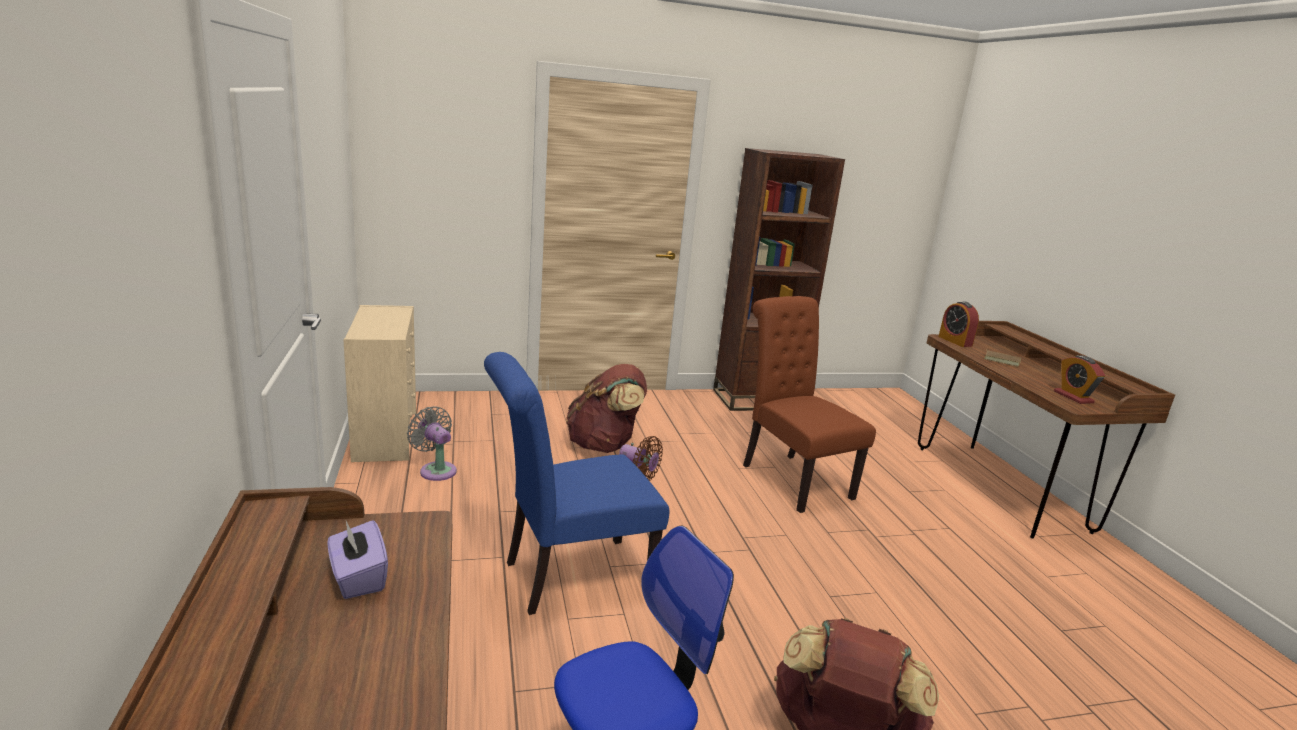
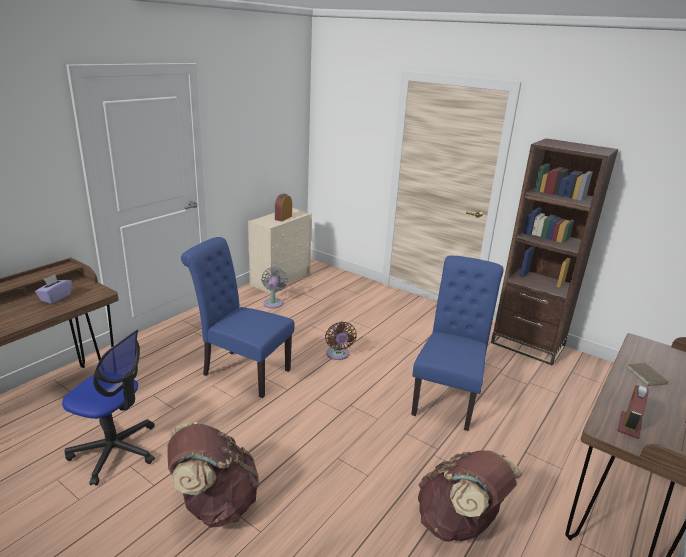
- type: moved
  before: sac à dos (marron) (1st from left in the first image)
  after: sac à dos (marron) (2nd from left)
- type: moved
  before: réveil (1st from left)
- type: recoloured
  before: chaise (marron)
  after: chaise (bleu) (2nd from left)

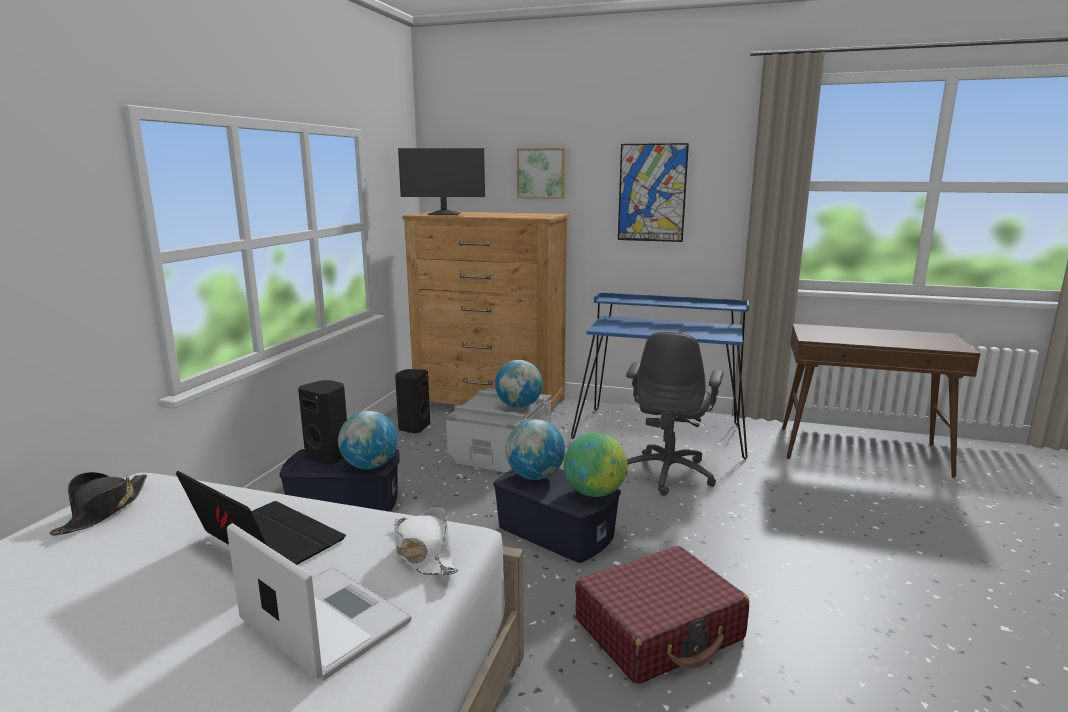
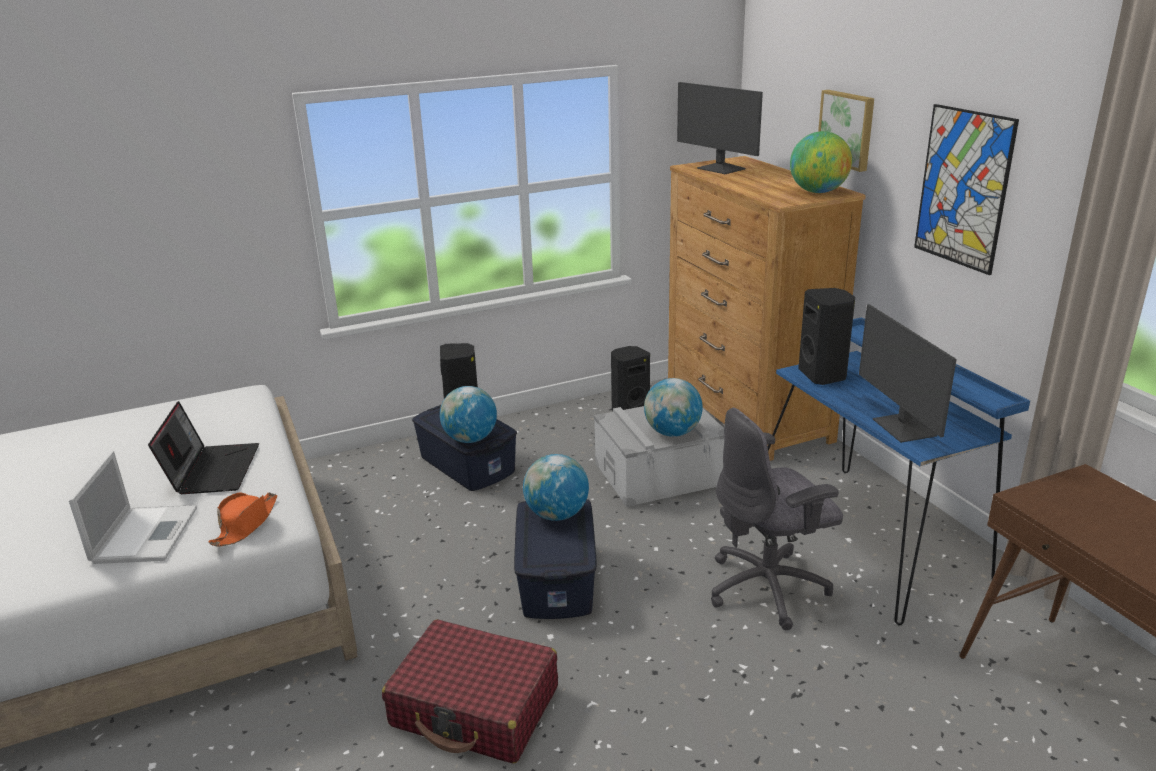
- type: removed
  before: chapeau (noir)
- type: added
  after: enceinte (noir) (3rd from left)
- type: added
  after: écran d'ordinateur (2nd from left)
- type: moved
  before: globe (4th from left)
- type: recoloured
  before: chapeau (blanc)
  after: chapeau (orange)

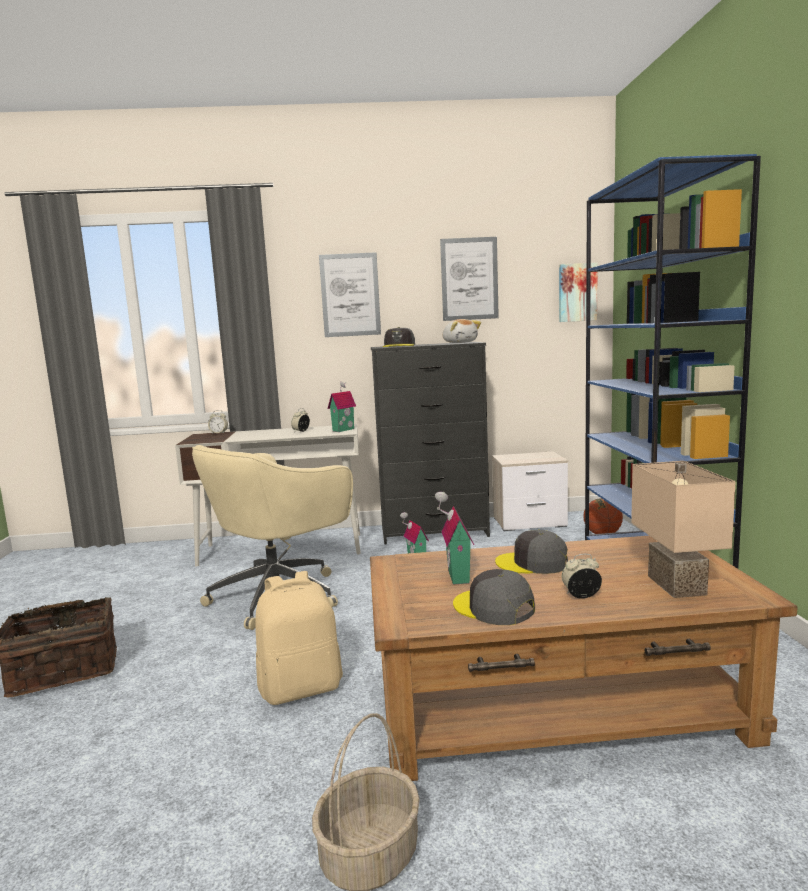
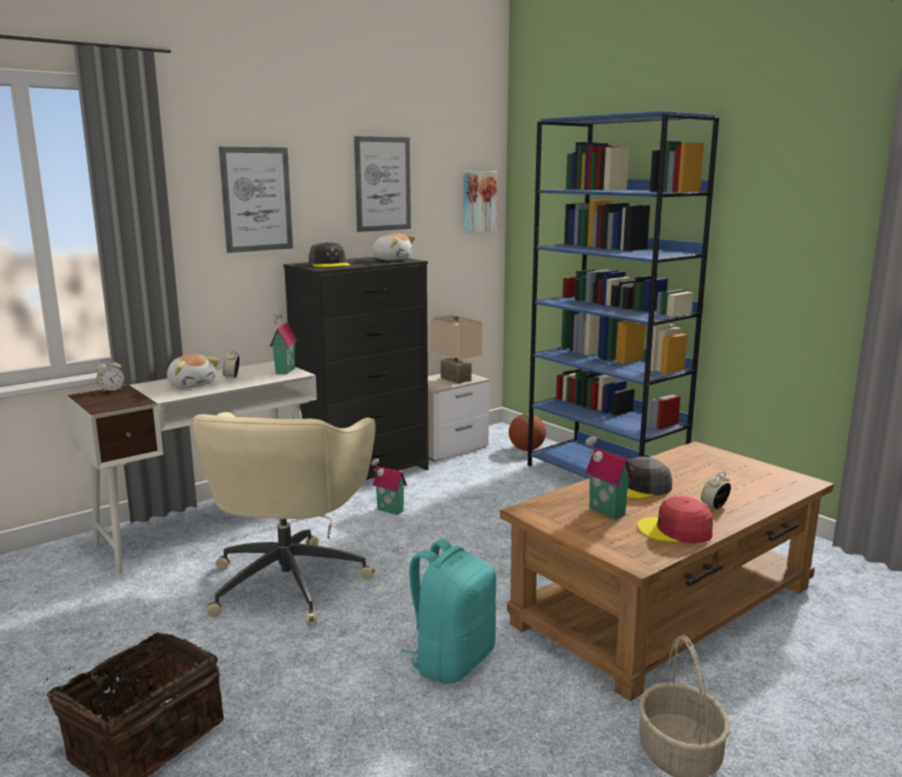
- type: added
  after: peluche (1st from left)
- type: moved
  before: lampe de table (beige)
- type: recoloured
  before: sac à dos (beige)
  after: sac à dos (turquoise)
- type: recoloured
  before: casquette (gris) (2nd from left)
  after: casquette (rouge)

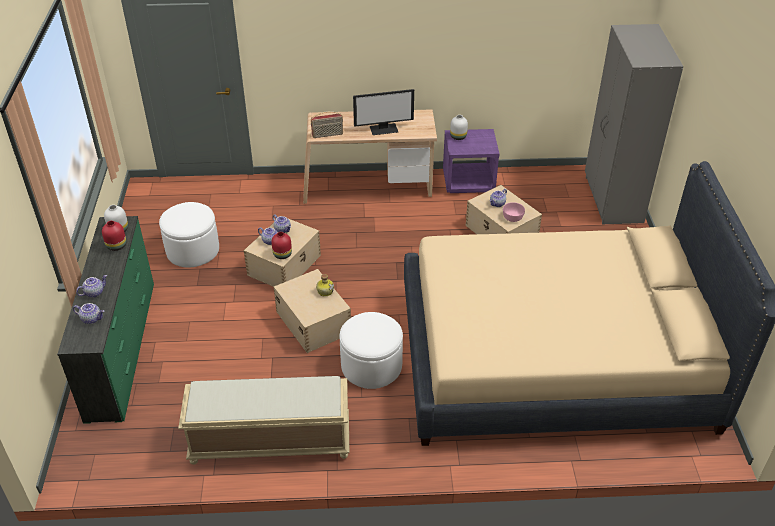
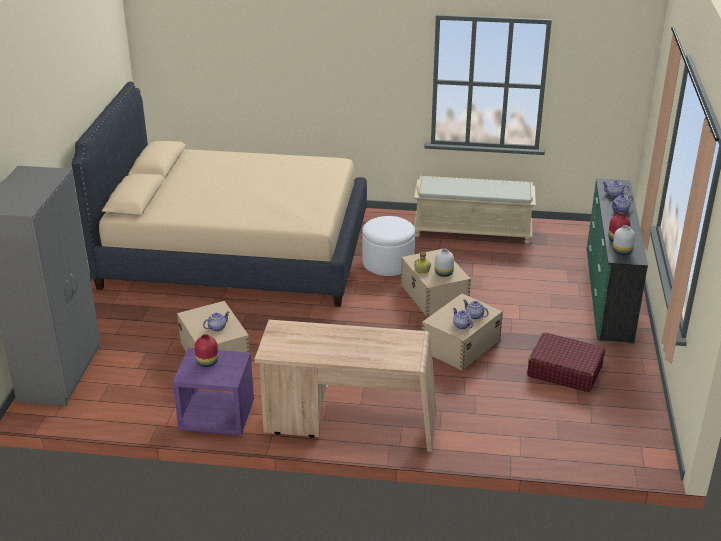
- type: removed
  before: radio
- type: removed
  before: écran d'ordinateur
- type: removed
  before: bol (rose)
- type: moved
  before: vase (rouge) (2nd from left in the first image)
  after: vase (rouge) (1st from left)
- type: moved
  before: vase (blanc) (2nd from left in the first image)
  after: vase (blanc) (1st from left)
- type: replaced
  before: pouf (blanc) (1st from left)
  after: valise (rouge)

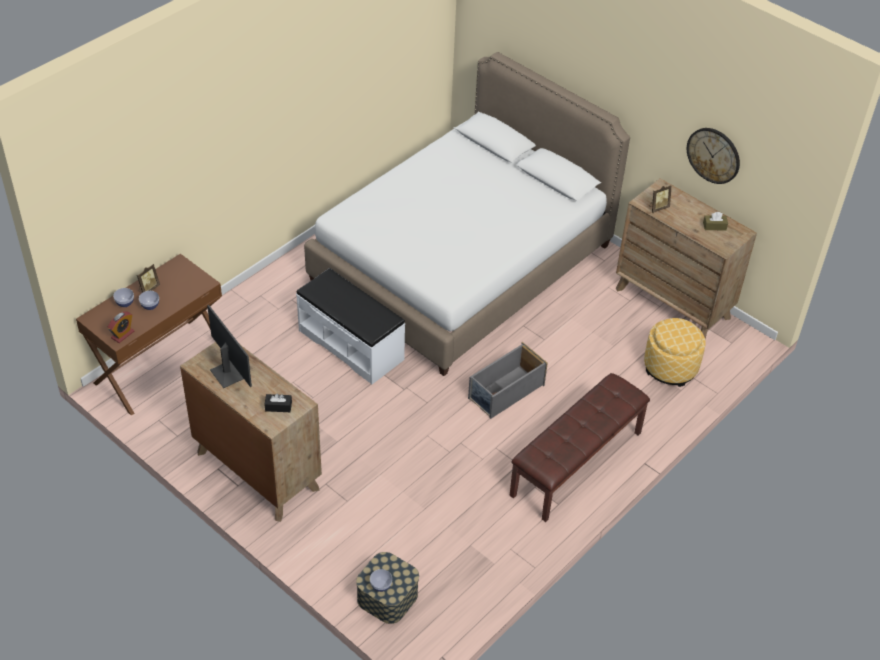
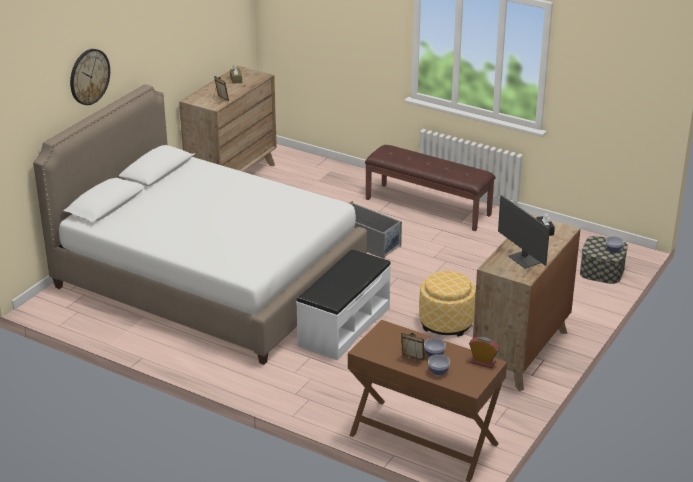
- type: moved
  before: pouf
- type: moved
  before: horloge murale
- type: turned
  before: écran d'ordinateur
  turn: -75

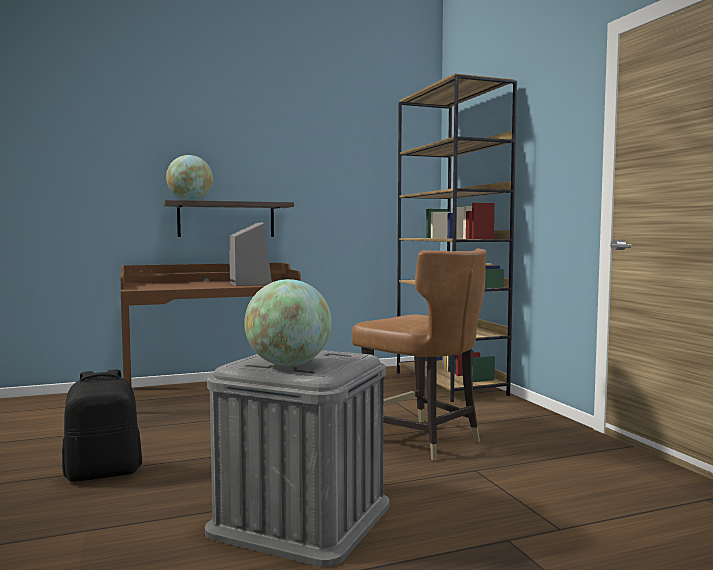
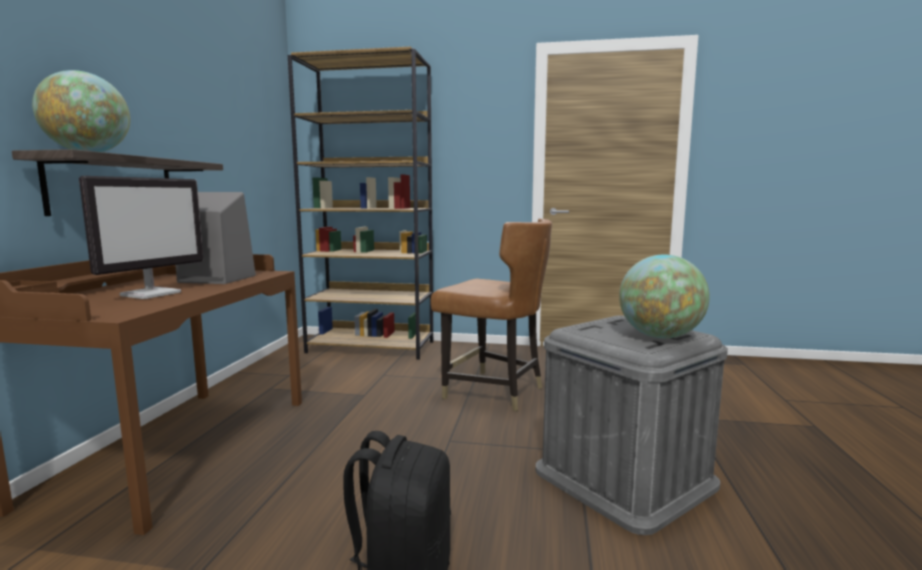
- type: added
  after: écran d'ordinateur
- type: turned
  before: chaise (marron)
  turn: 45

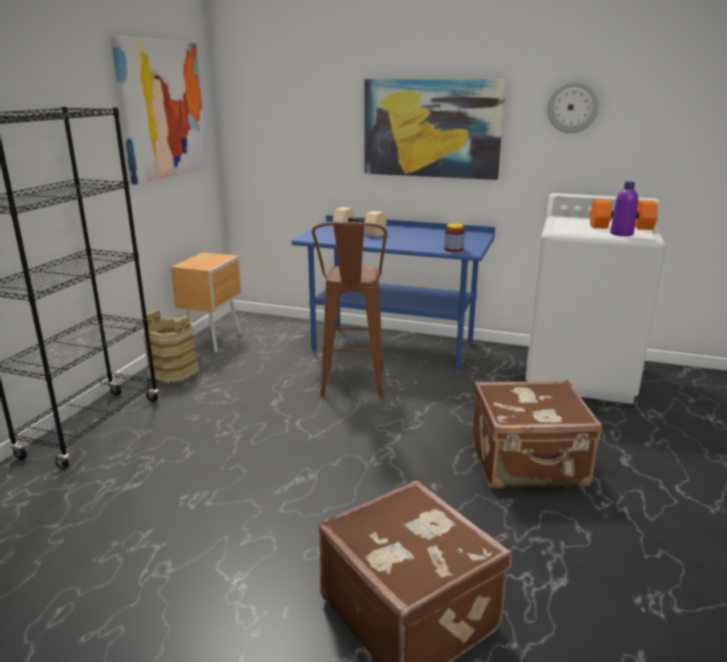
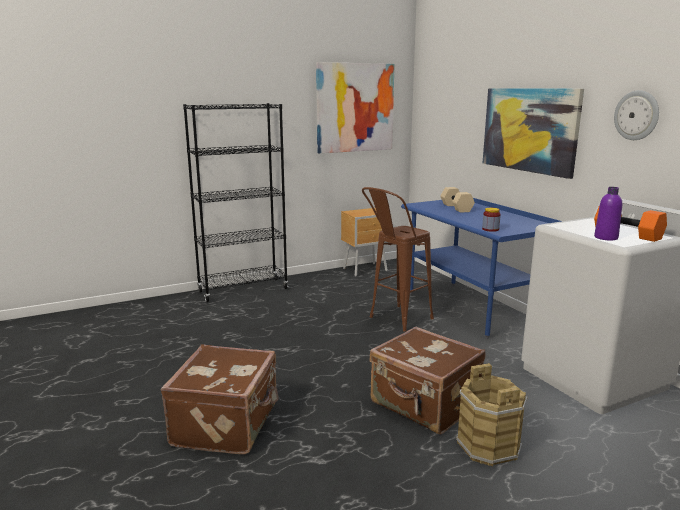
- type: moved
  before: seau (marron)

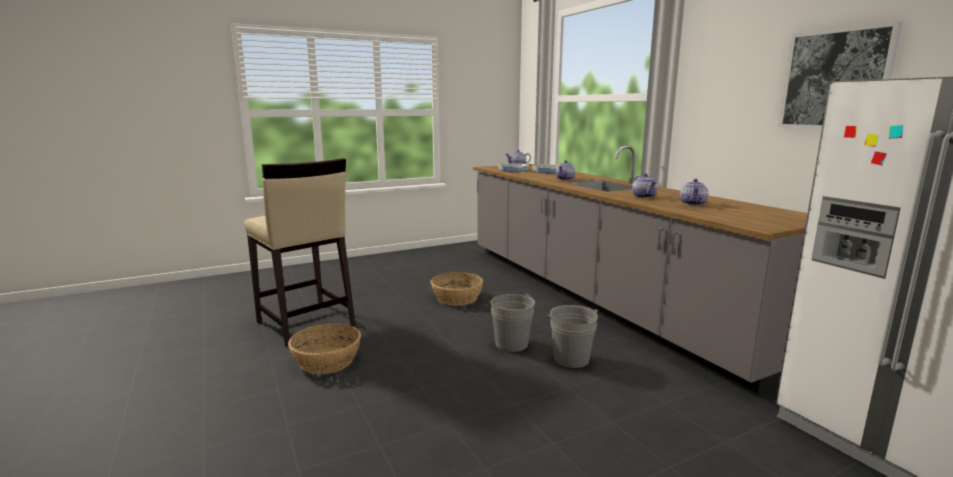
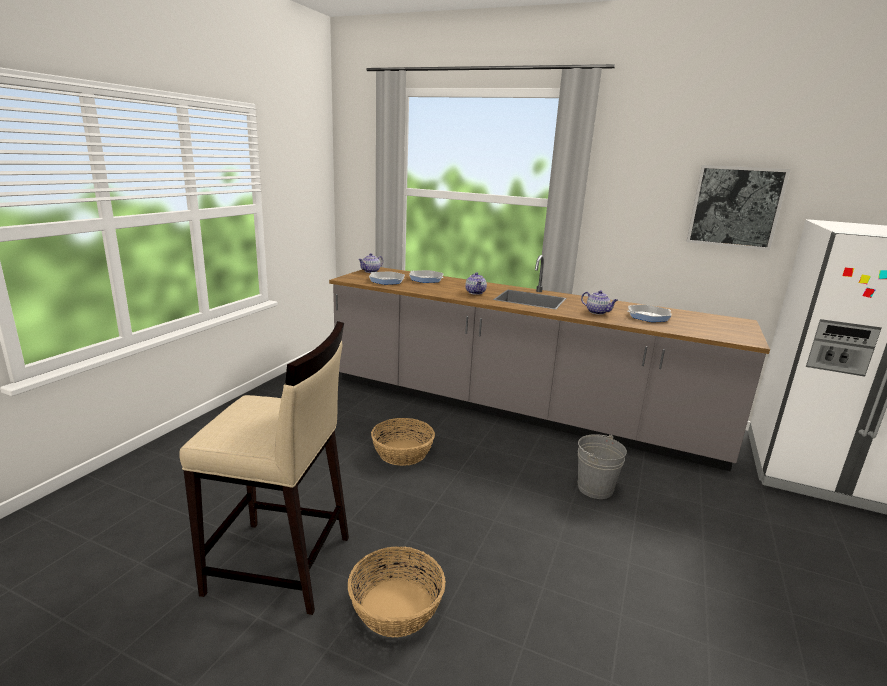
- type: removed
  before: seau (gris) (1st from left)
- type: replaced
  before: théière (4th from left)
  after: poêle (3rd from left)

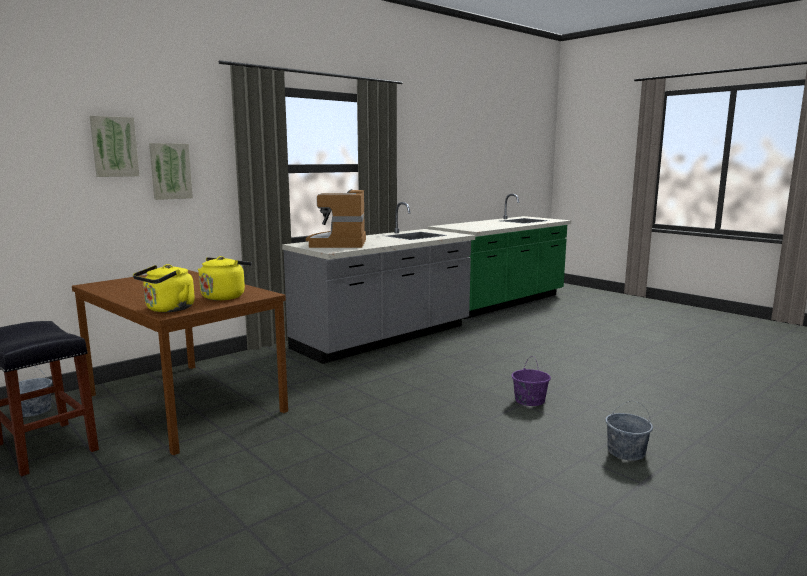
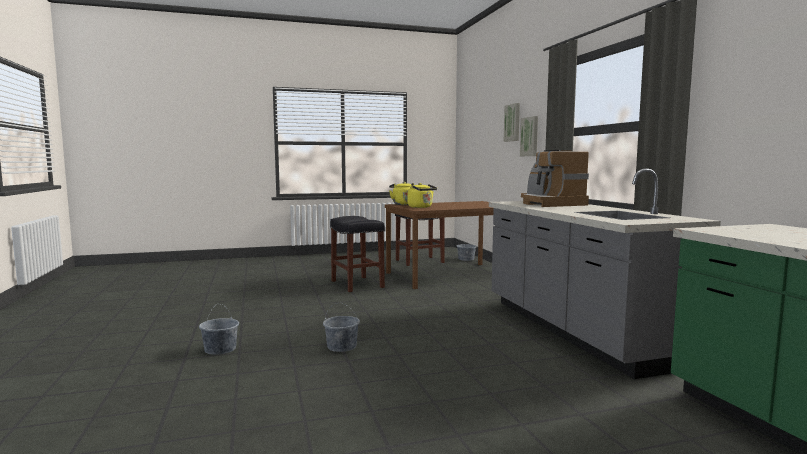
- type: added
  after: tabouret (noir) (1st from left)
- type: recoloured
  before: seau (violet)
  after: seau (gris) (2nd from left)
- type: turned
  before: machine à café
  turn: -135

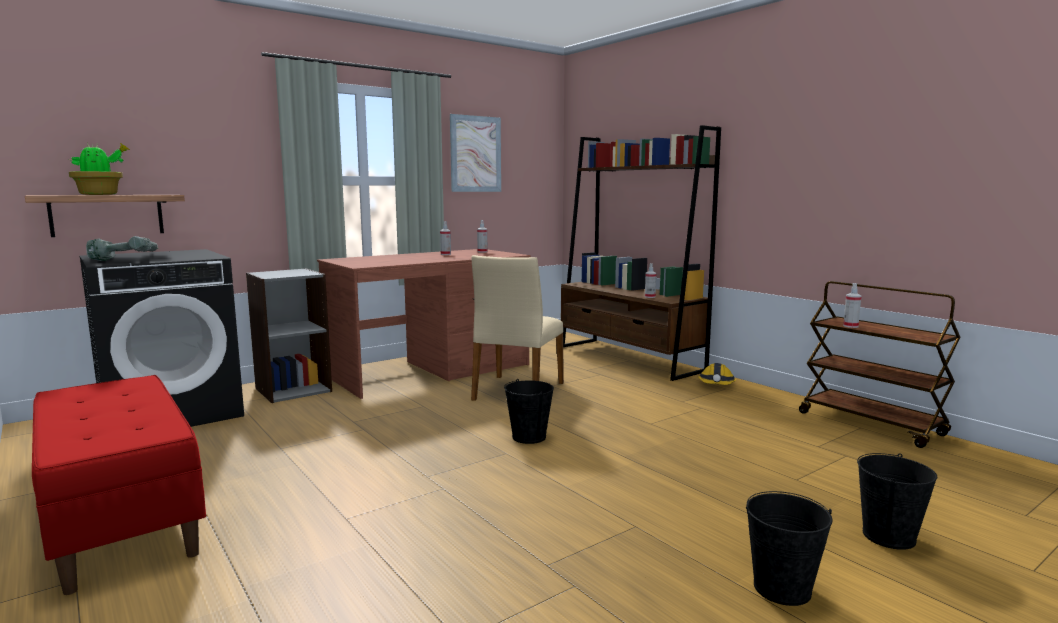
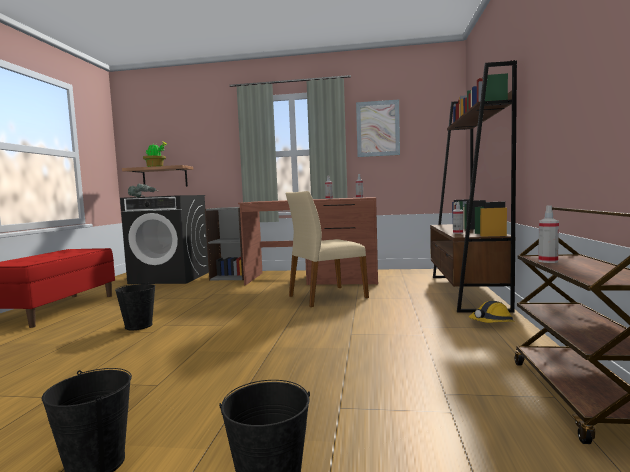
- type: moved
  before: seau (noir) (1st from left in the first image)
  after: seau (noir) (2nd from left)

